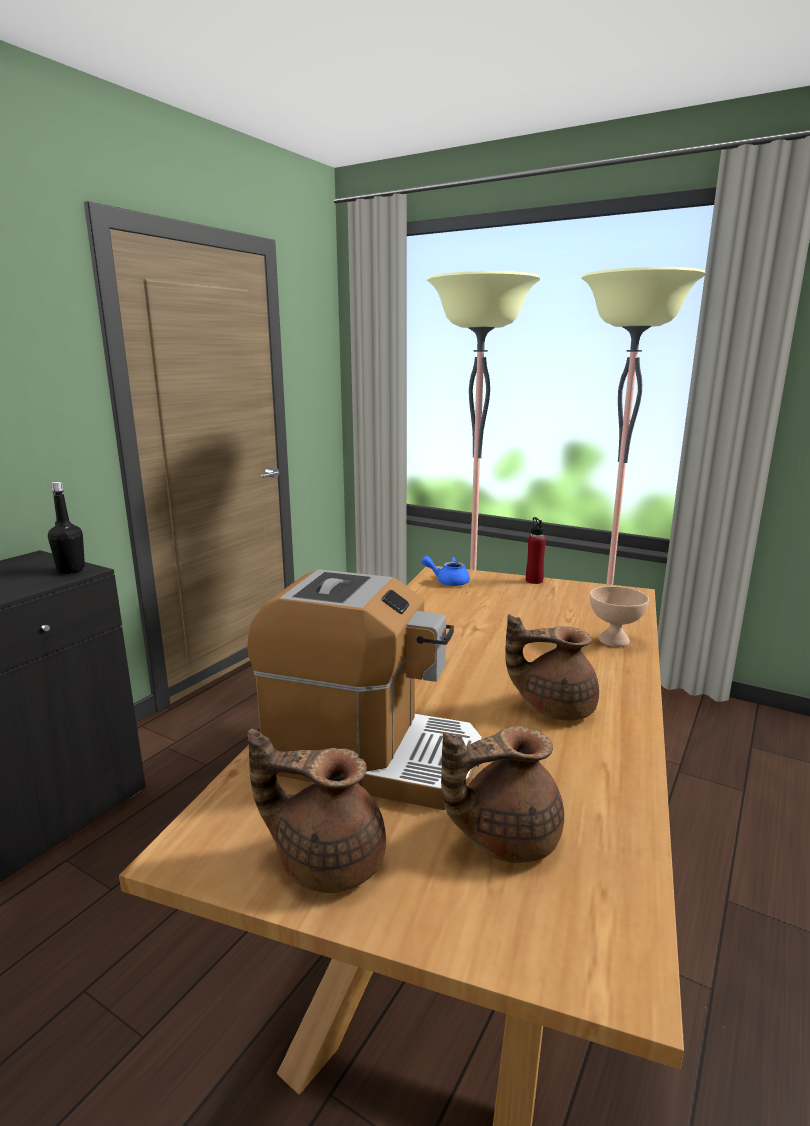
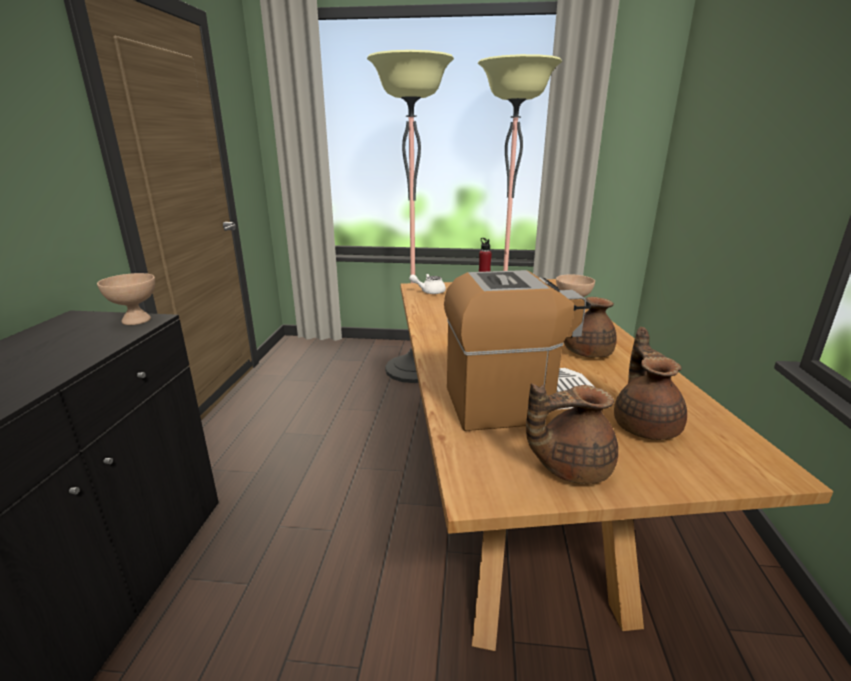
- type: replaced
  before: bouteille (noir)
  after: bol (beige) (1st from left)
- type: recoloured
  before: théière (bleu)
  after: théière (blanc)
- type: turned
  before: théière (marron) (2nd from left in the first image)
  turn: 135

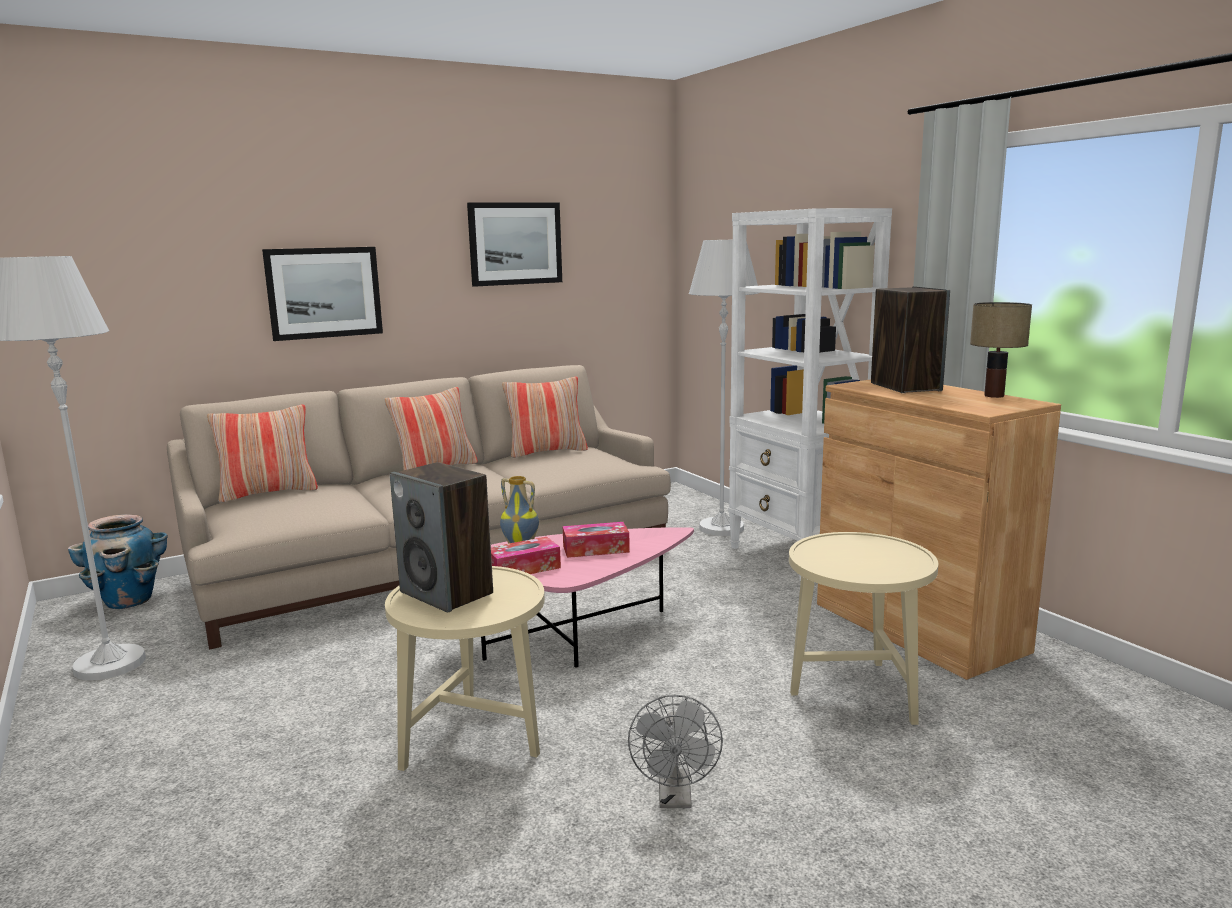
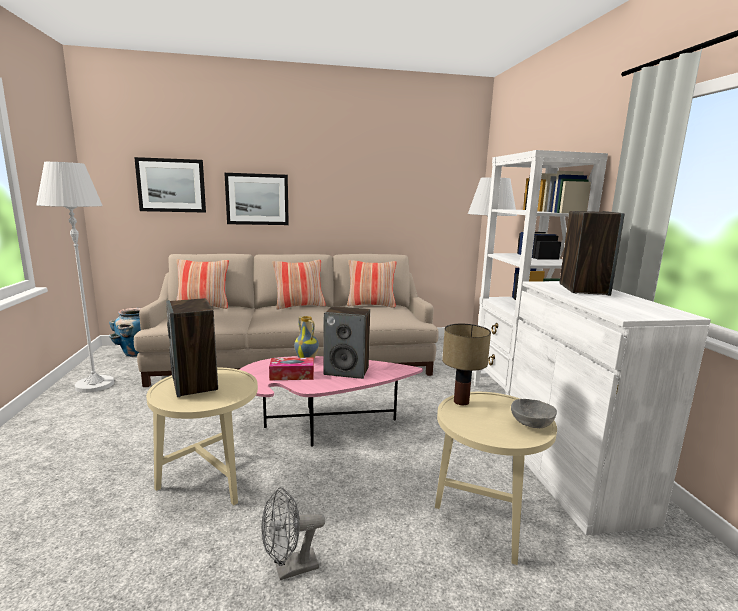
- type: added
  after: bol (gris)
- type: moved
  before: tableau (2nd from left in the first image)
  after: tableau (1st from left)
- type: moved
  before: lampe de table
- type: replaced
  before: boîte à mouchoirs (2nd from left)
  after: enceinte (2nd from left)
- type: recoloured
  before: meuble de rangement (marron)
  after: meuble de rangement (blanc)
- type: turned
  before: ventilateur (gris)
  turn: 45

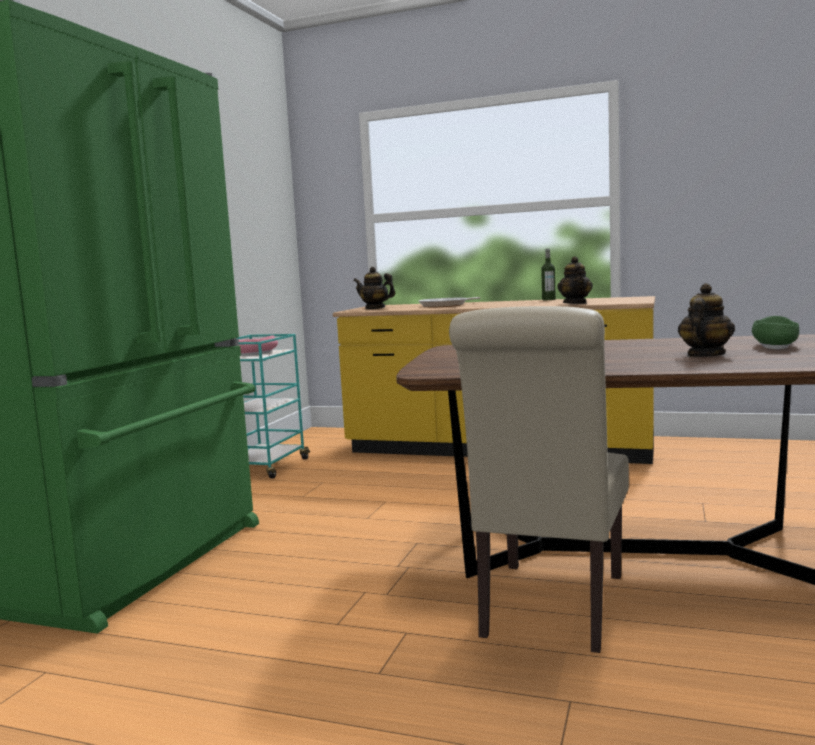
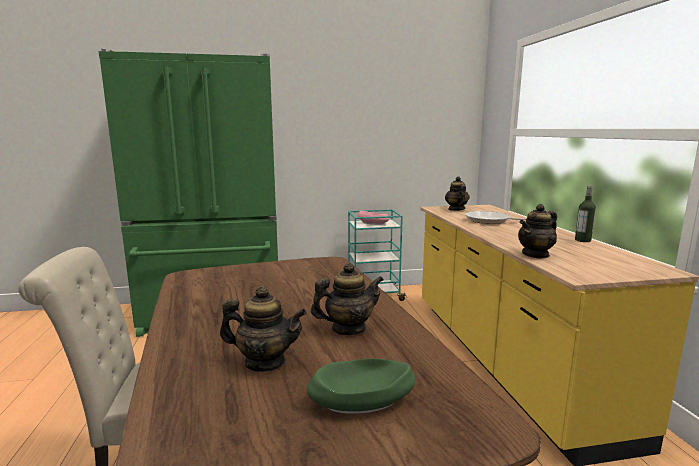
- type: added
  after: théière (2nd from left)

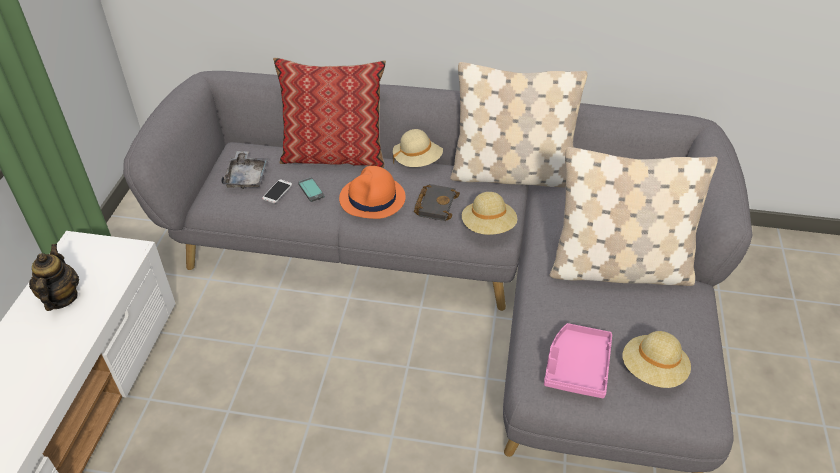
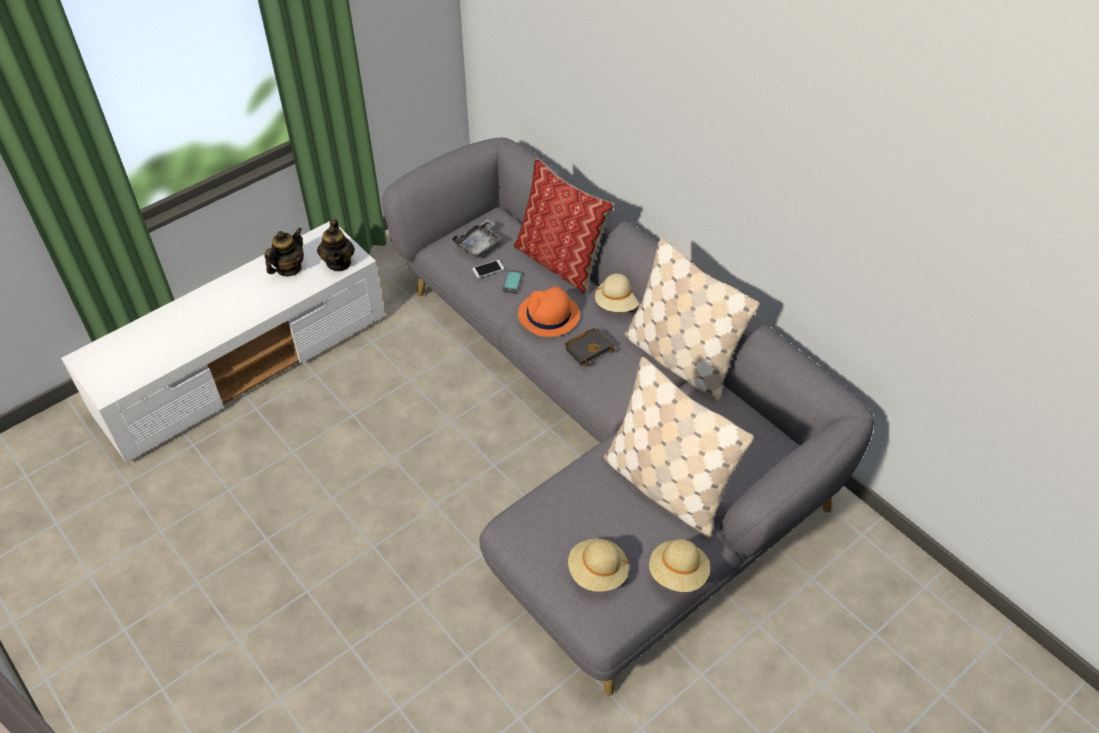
- type: removed
  before: plateau (rose)
- type: added
  after: théière (2nd from left)
- type: moved
  before: chapeau (beige) (2nd from left in the first image)
  after: chapeau (beige) (3rd from left)

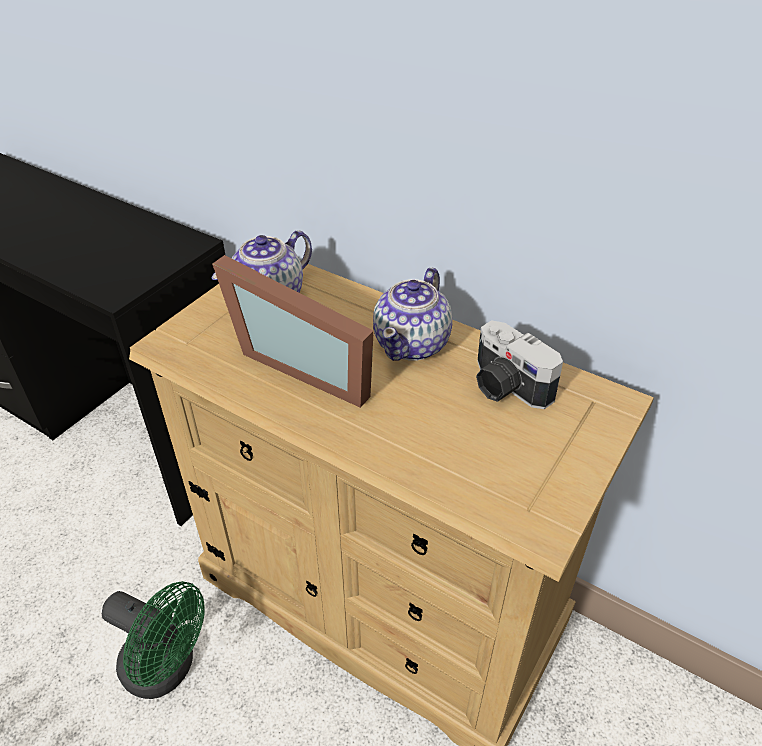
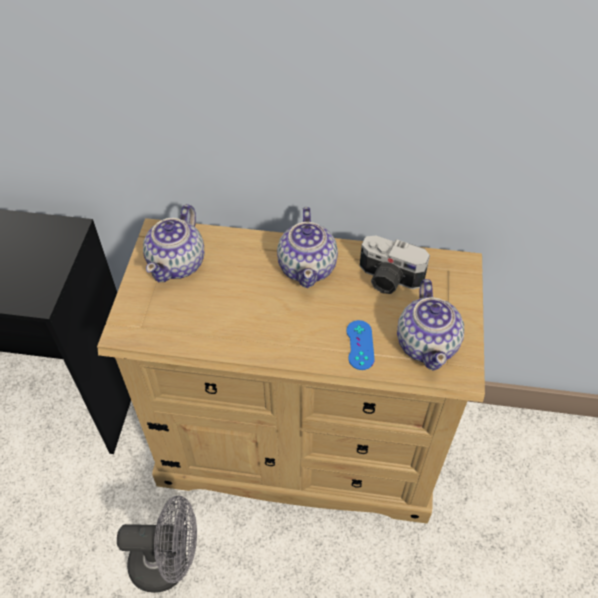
- type: removed
  before: cadre photo
- type: added
  after: manette (bleu)
- type: added
  after: théière (3rd from left)
- type: recoloured
  before: ventilateur (vert)
  after: ventilateur (gris)

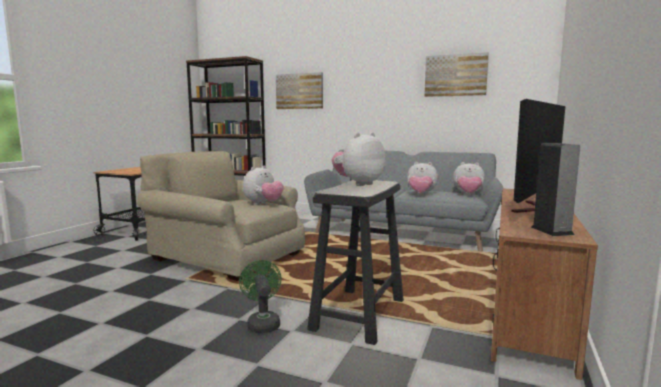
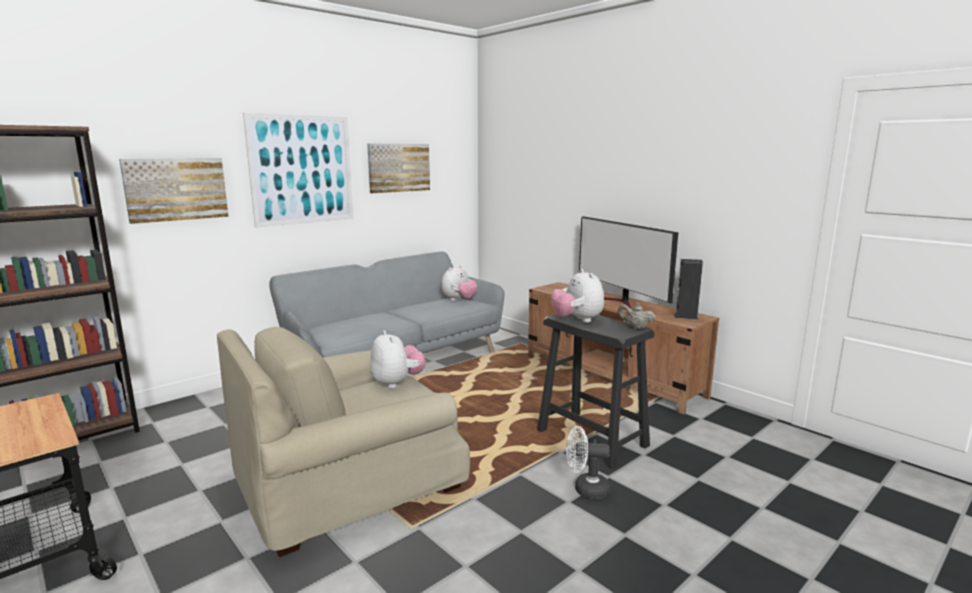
- type: removed
  before: peluche (3rd from left)
- type: added
  after: tableau (2nd from left)
- type: added
  after: théière (beige)
- type: recoloured
  before: ventilateur (vert)
  after: ventilateur (blanc)

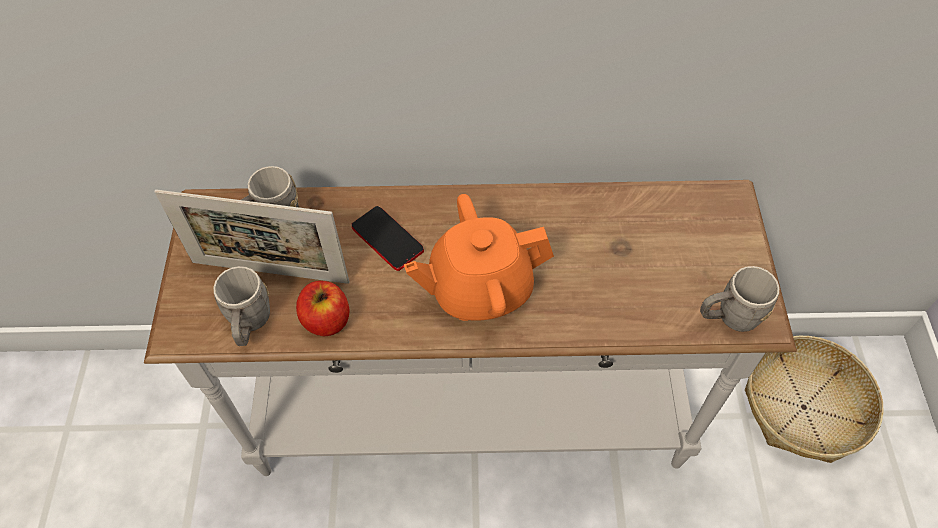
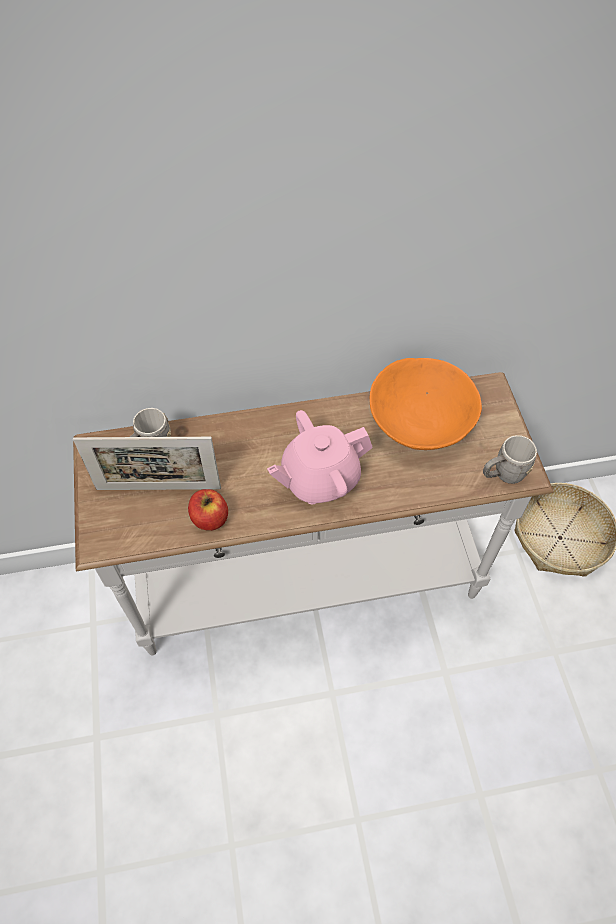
- type: removed
  before: mug (gris) (1st from left)
- type: removed
  before: téléphone
- type: added
  after: bol (orange)
- type: recoloured
  before: théière (orange)
  after: théière (rose)

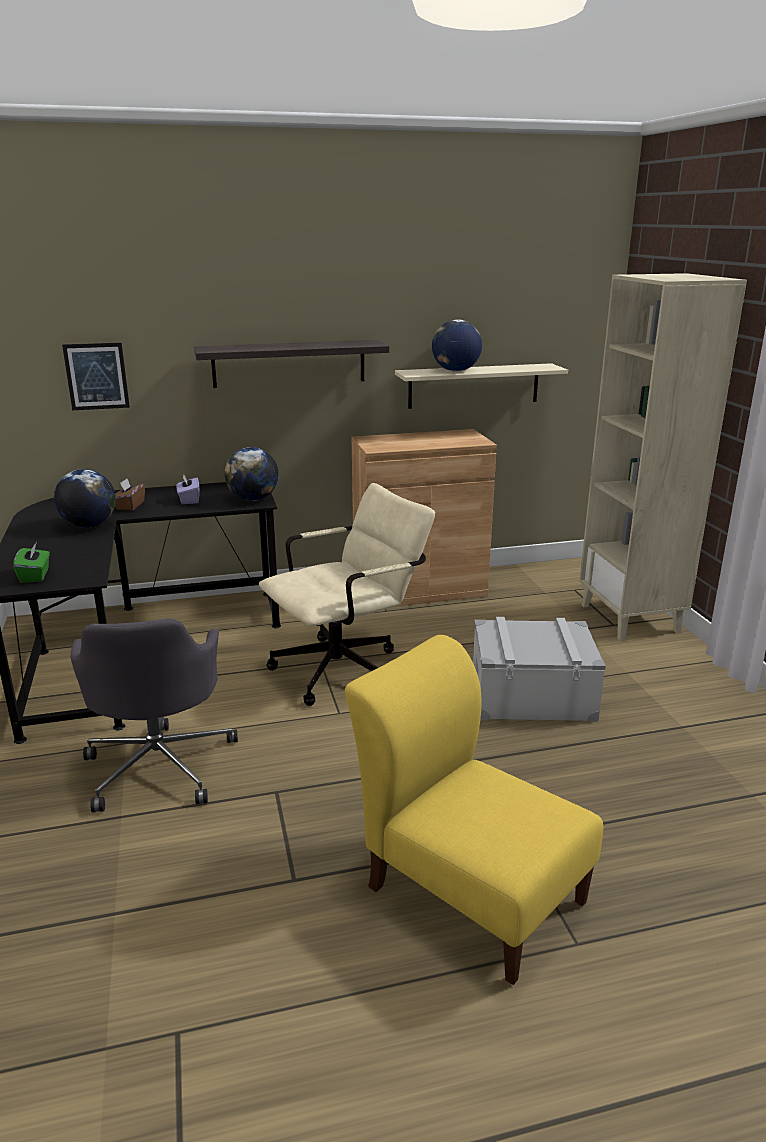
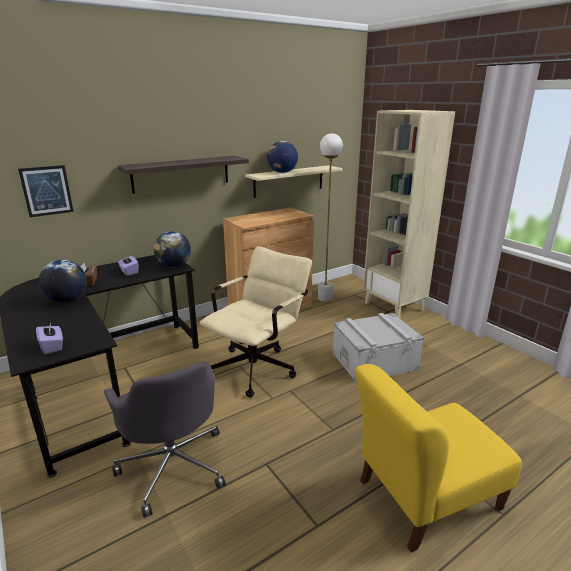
- type: added
  after: lampadaire (blanc)
- type: recoloured
  before: boîte à mouchoirs (vert)
  after: boîte à mouchoirs (violet) (1st from left)
- type: turned
  before: chaise (jaune)
  turn: -45

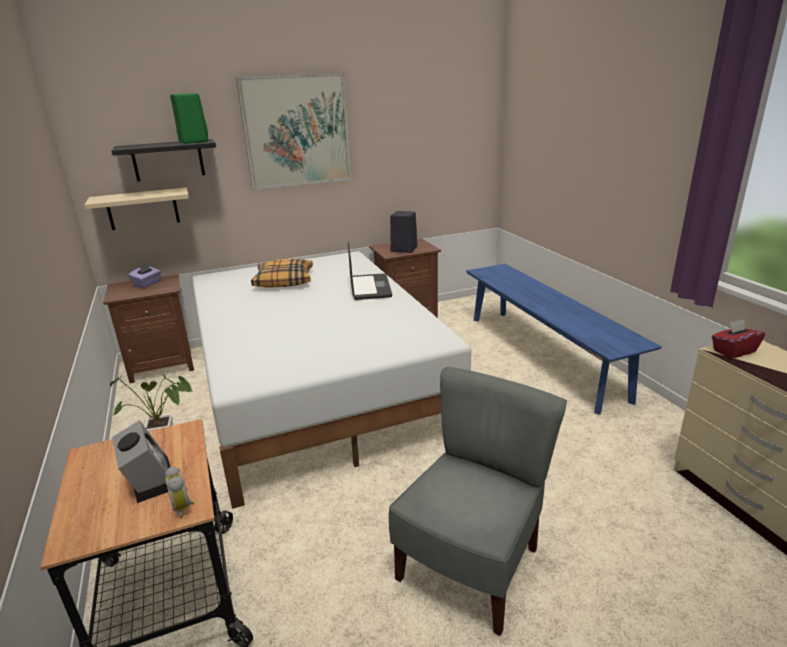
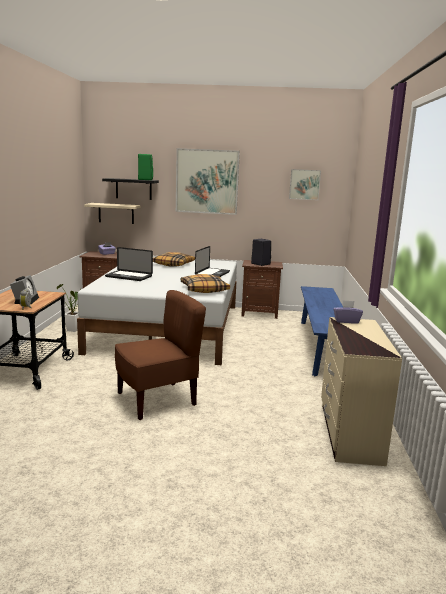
- type: added
  after: ordinateur portable (1st from left)
- type: added
  after: coussin (2nd from left)
- type: added
  after: tableau (2nd from left)
- type: recoloured
  before: chaise (gris)
  after: chaise (marron)
- type: recoloured
  before: boîte à mouchoirs (rouge)
  after: boîte à mouchoirs (violet) (2nd from left)

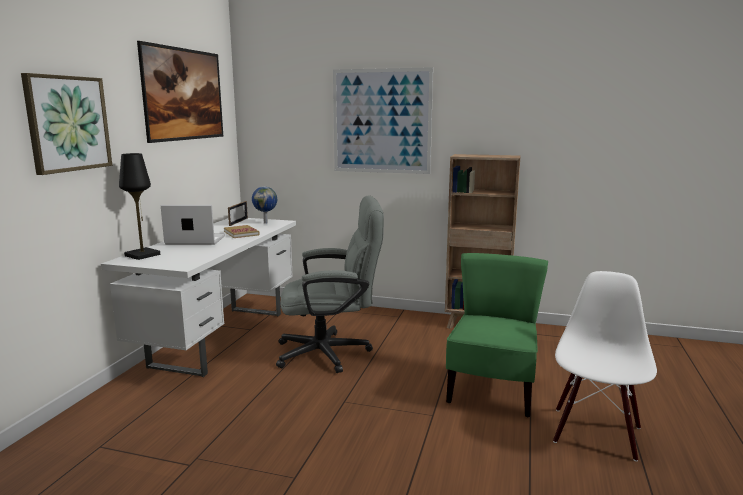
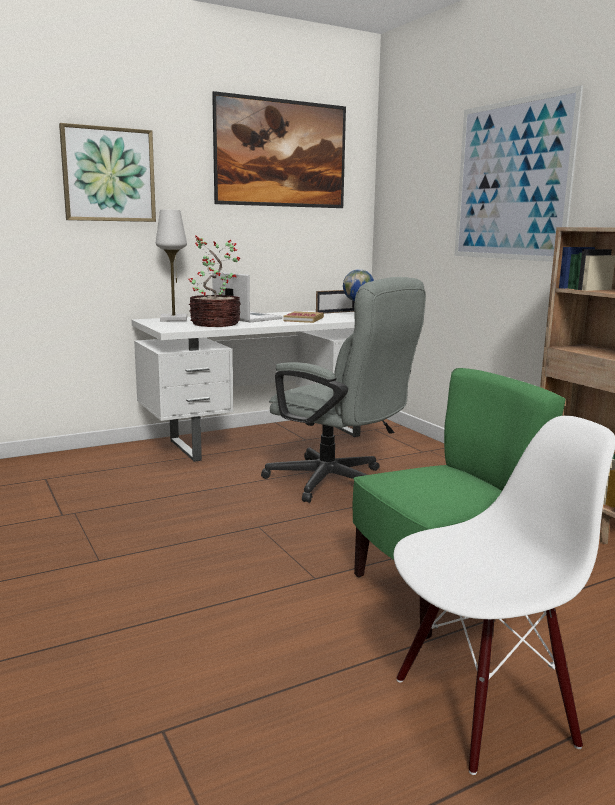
- type: added
  after: plante en pot
- type: recoloured
  before: lampe de table (noir)
  after: lampe de table (blanc)

